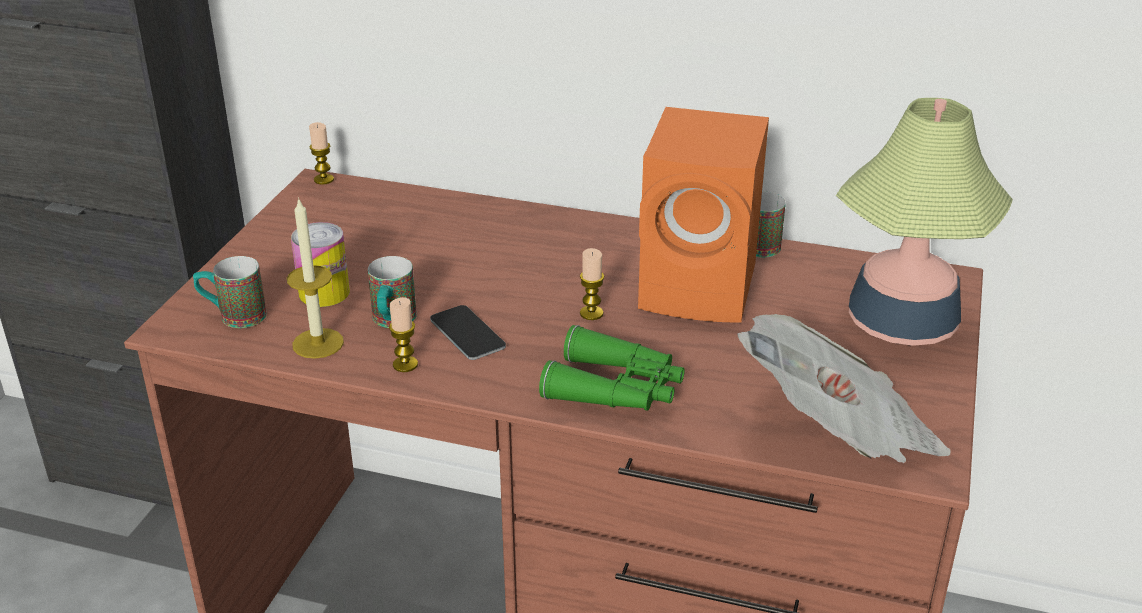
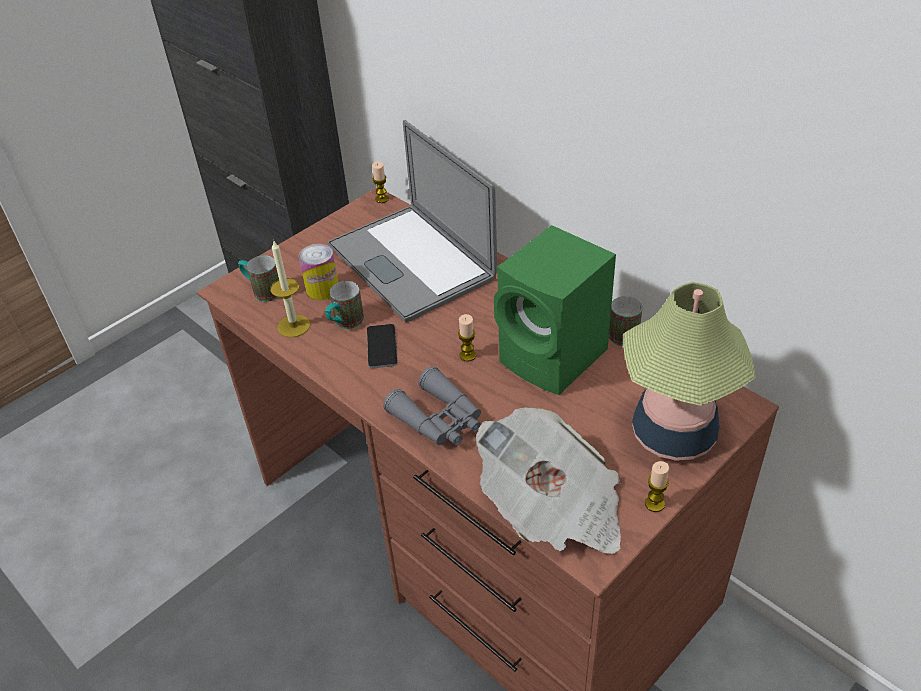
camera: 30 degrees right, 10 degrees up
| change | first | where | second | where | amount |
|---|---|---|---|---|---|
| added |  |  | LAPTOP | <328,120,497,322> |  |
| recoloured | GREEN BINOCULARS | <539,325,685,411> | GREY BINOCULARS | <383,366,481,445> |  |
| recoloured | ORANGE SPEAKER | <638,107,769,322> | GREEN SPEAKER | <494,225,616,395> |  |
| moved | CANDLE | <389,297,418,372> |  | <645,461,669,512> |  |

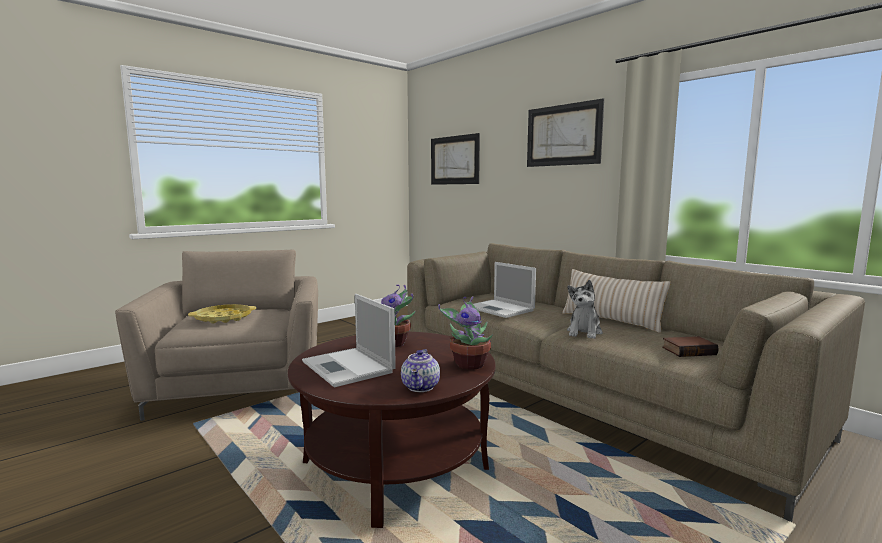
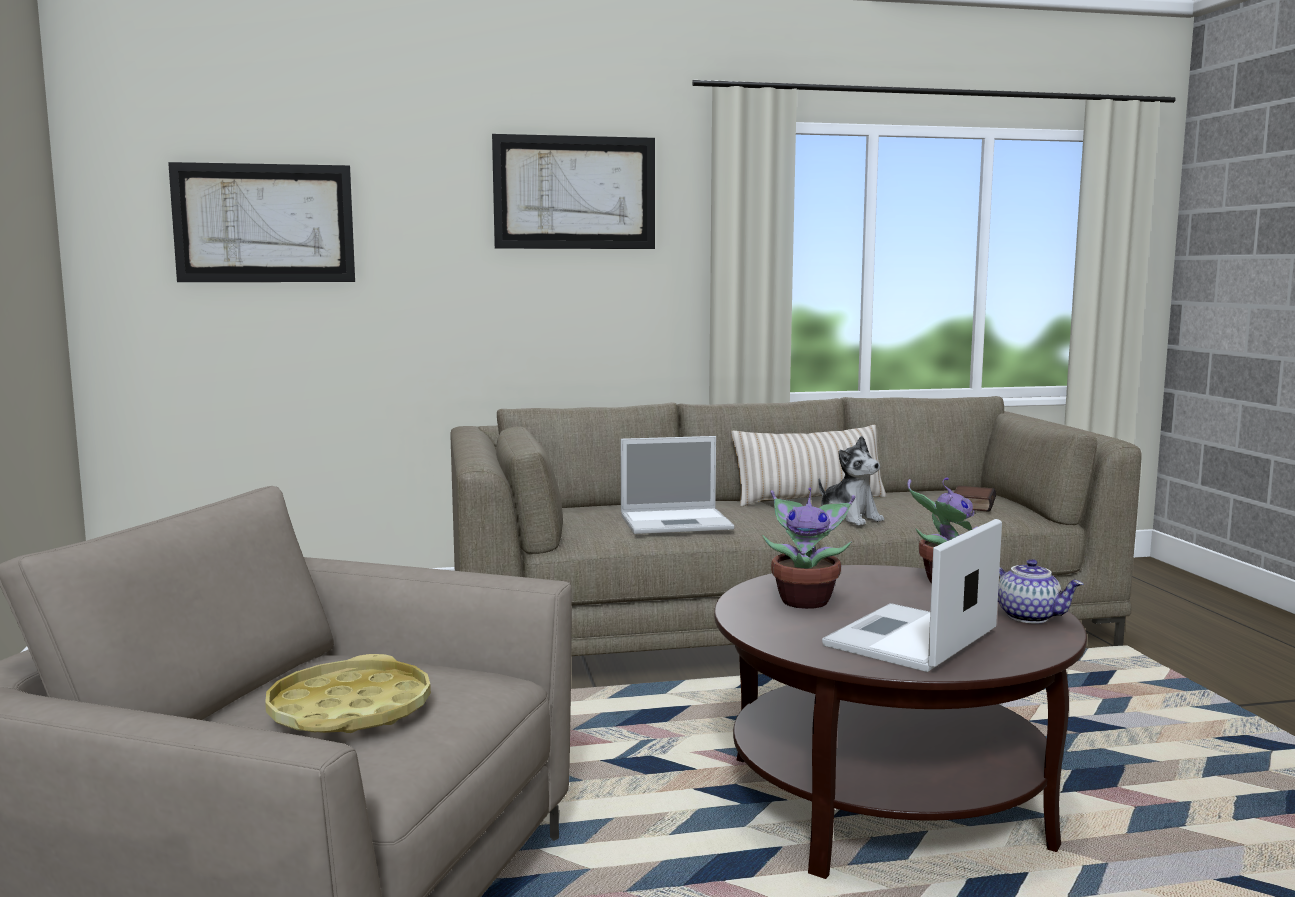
camera: 60 degrees left, 0 degrees up
| change | first | where | second | where | amount |
|---|---|---|---|---|---|
| turned | LAPTOP | <302,294,396,387> |  | <822,519,1002,672> | 135 degrees clockwise |

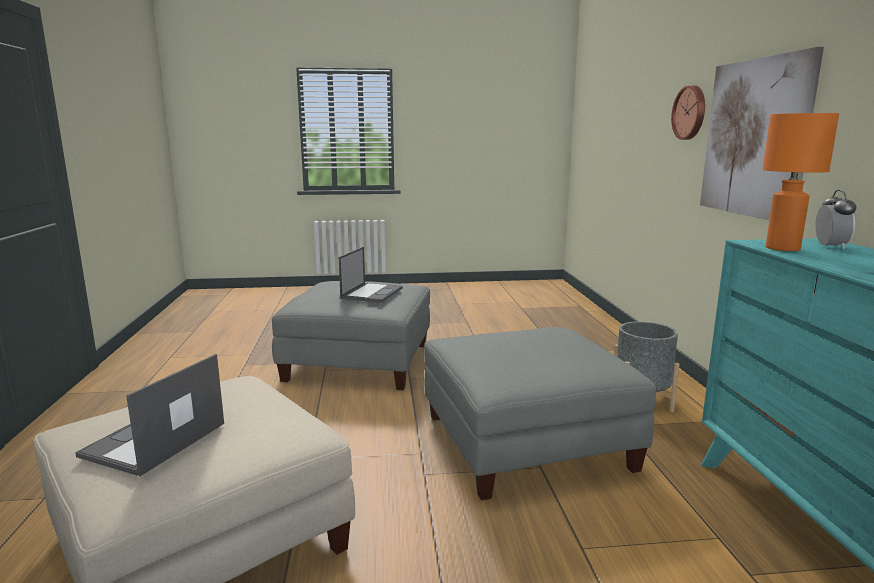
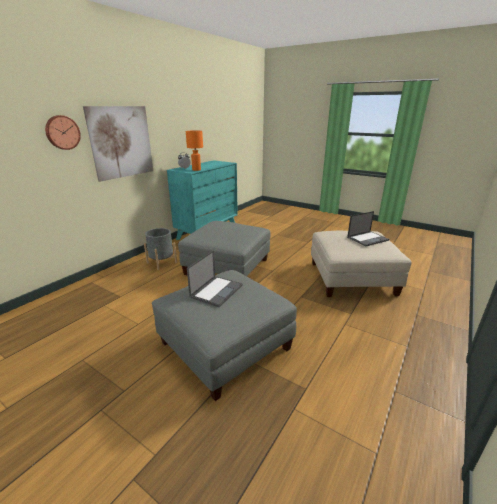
camera: 140 degrees left, 10 degrees up
| change | first | where | second | where | amount |
|---|---|---|---|---|---|
| turned | LAPTOP | <339,247,403,303> |  | <187,250,243,307> | 150 degrees clockwise |

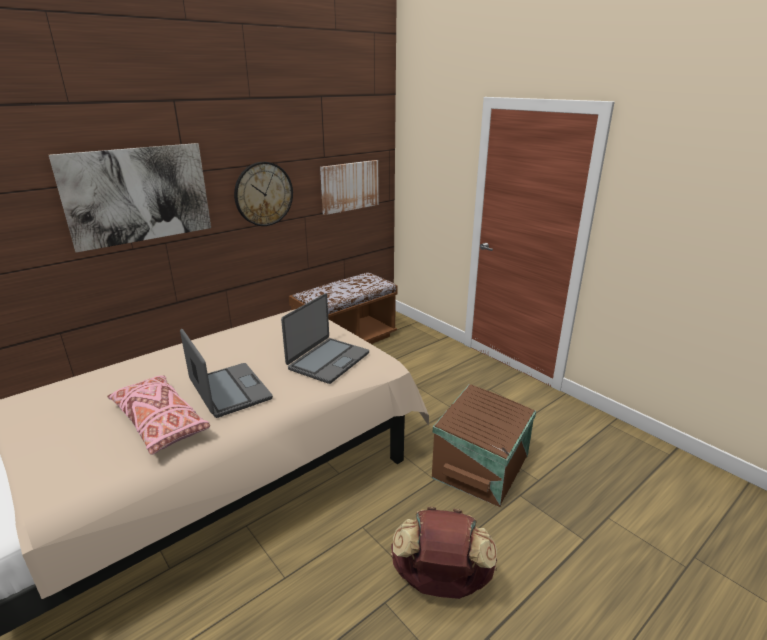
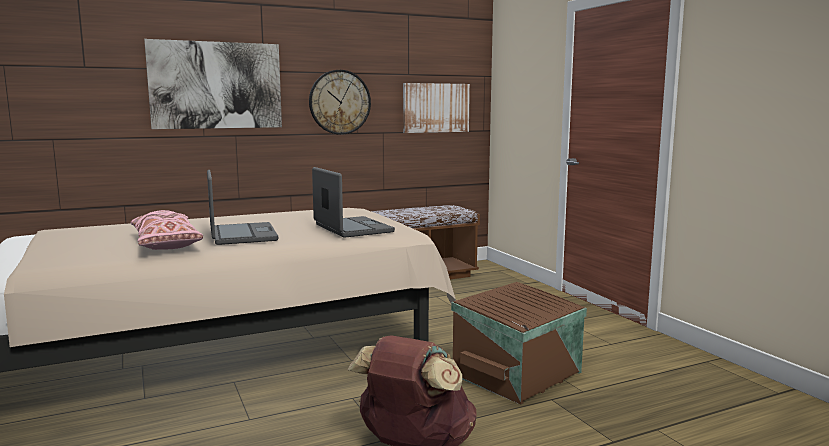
camera: 15 degrees right, 15 degrees down
| change | first | where | second | where | amount |
|---|---|---|---|---|---|
| turned | LAPTOP | <281,293,369,384> |  | <312,167,395,238> | 75 degrees counterclockwise |

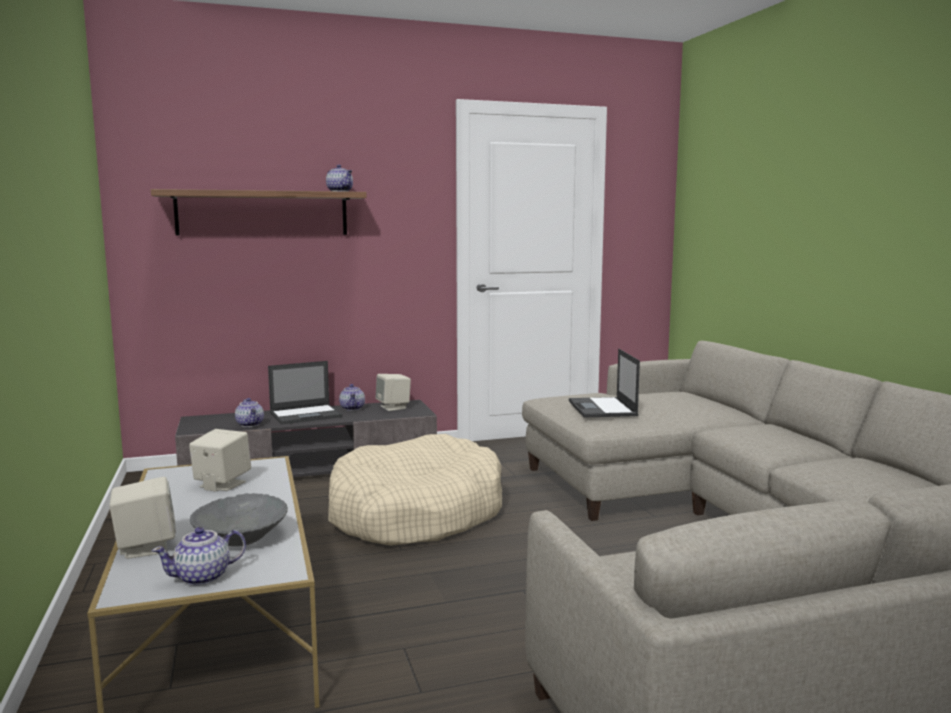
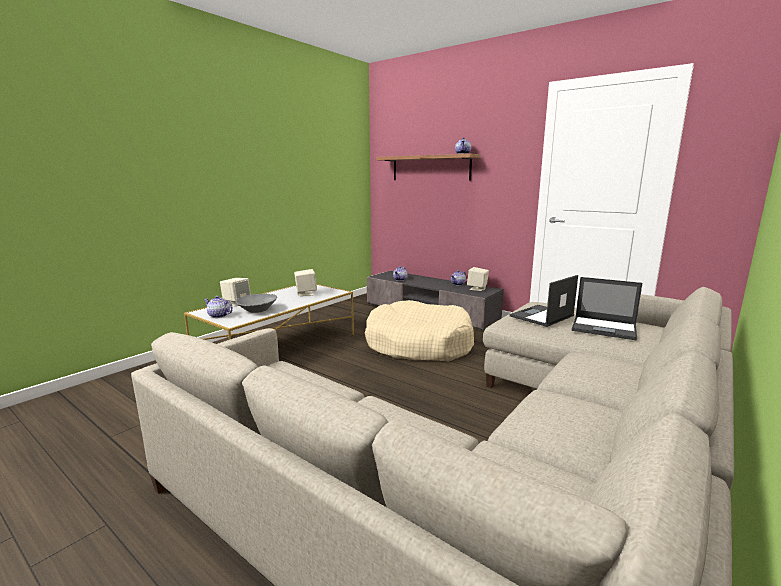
camera: 55 degrees right, 5 degrees up
| change | first | where | second | where | amount |
|---|---|---|---|---|---|
| moved | LAPTOP | <268,361,343,425> |  | <572,277,642,340> |  |

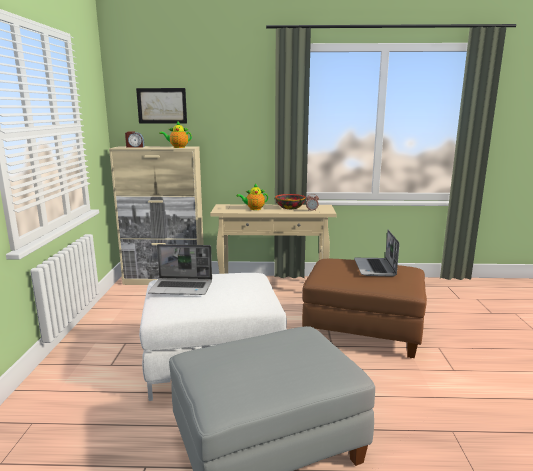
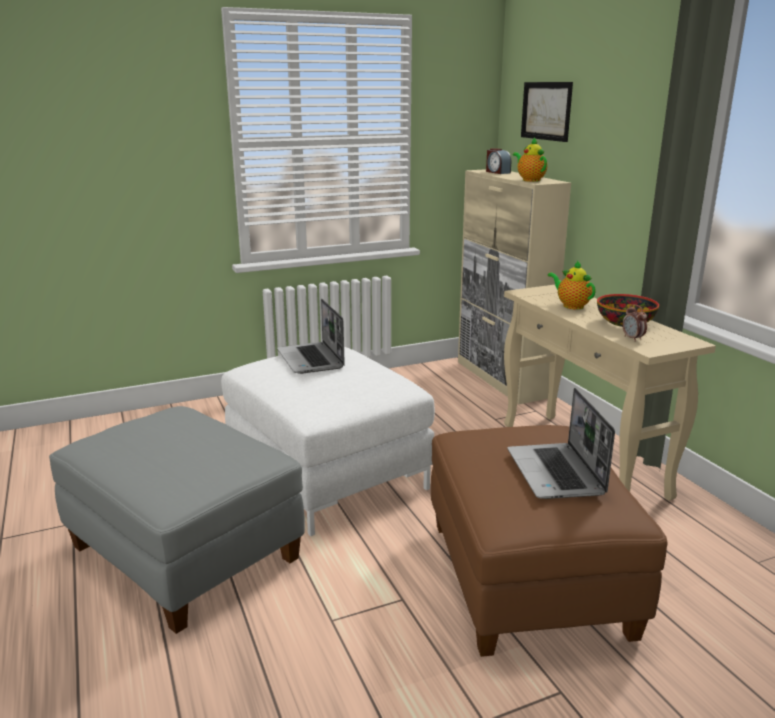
camera: 65 degrees right, 5 degrees up
| change | first | where | second | where | amount |
|---|---|---|---|---|---|
| turned | LAPTOP | <354,230,399,277> |  | <508,388,615,499> | 75 degrees counterclockwise |

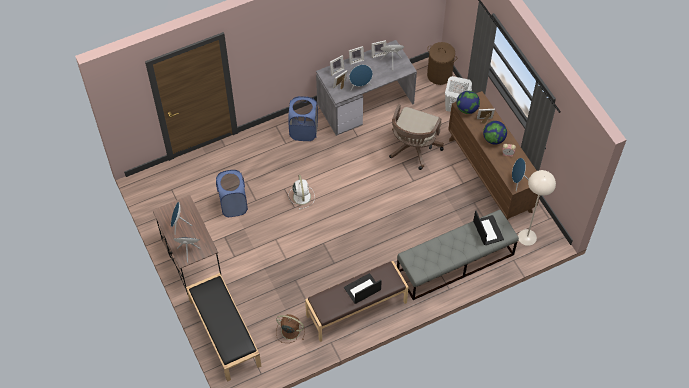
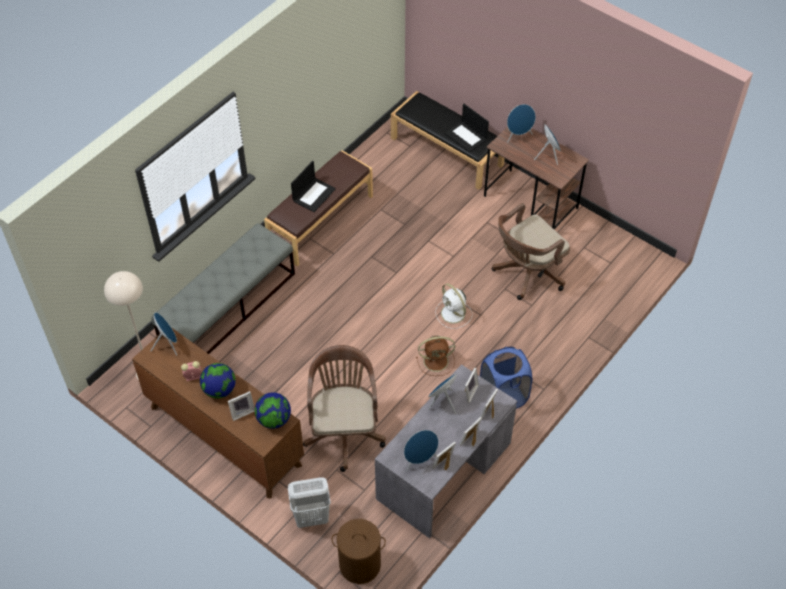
camera: 155 degrees right, 5 degrees down
| change | first | where | second | where | amount |
|---|---|---|---|---|---|
| moved | BROWN FAN | <276,314,305,343> |  | <416,336,455,376> |  |
| moved | LAPTOP | <473,211,504,245> |  | <445,104,489,152> |  |
| replaced | BLUE LAUNDRY BASKET | <216,170,248,217> | BROWN OFFICE CHAIR | <492,203,570,300> |  |

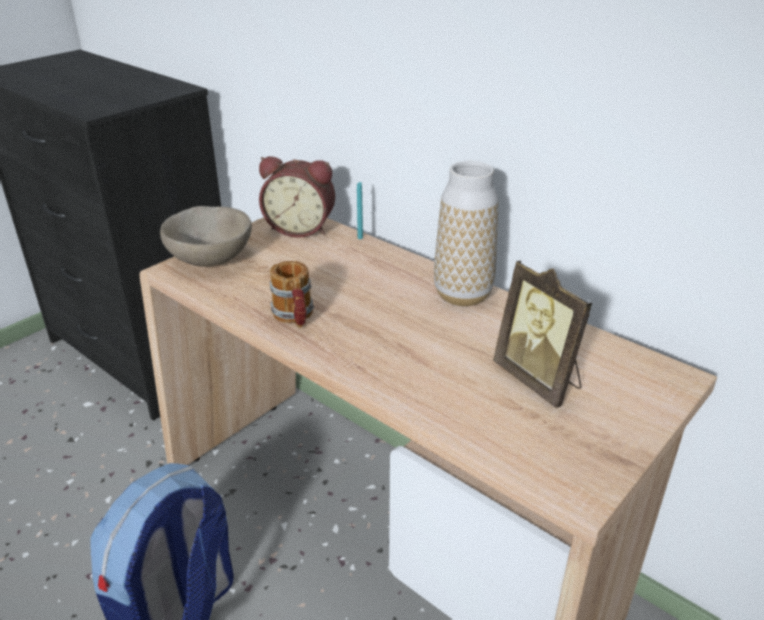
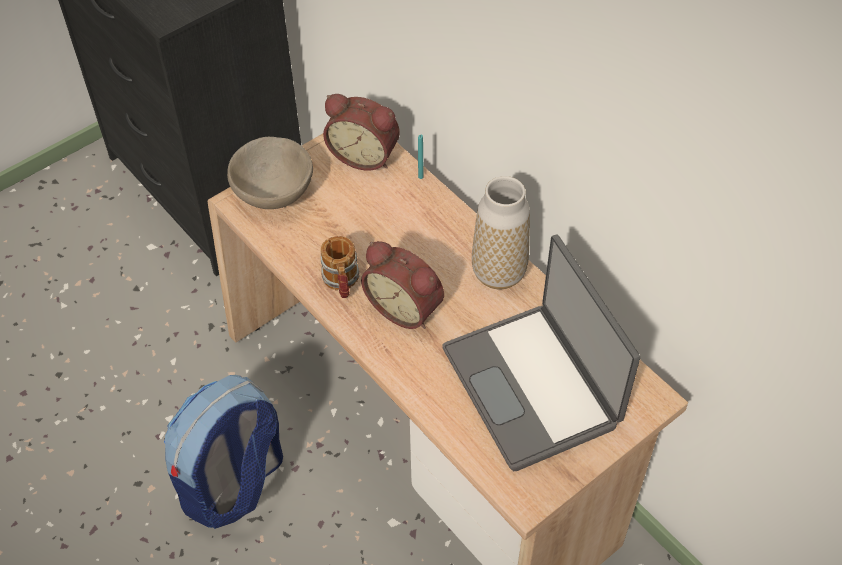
camera: 10 degrees right, 20 degrees up
| change | first | where | second | where | amount |
|---|---|---|---|---|---|
| added |  |  | ALARM CLOCK | <361,241,444,329> |  |
| replaced | PICTURE FRAME | <493,260,592,408> | LAPTOP | <442,235,640,471> |  |

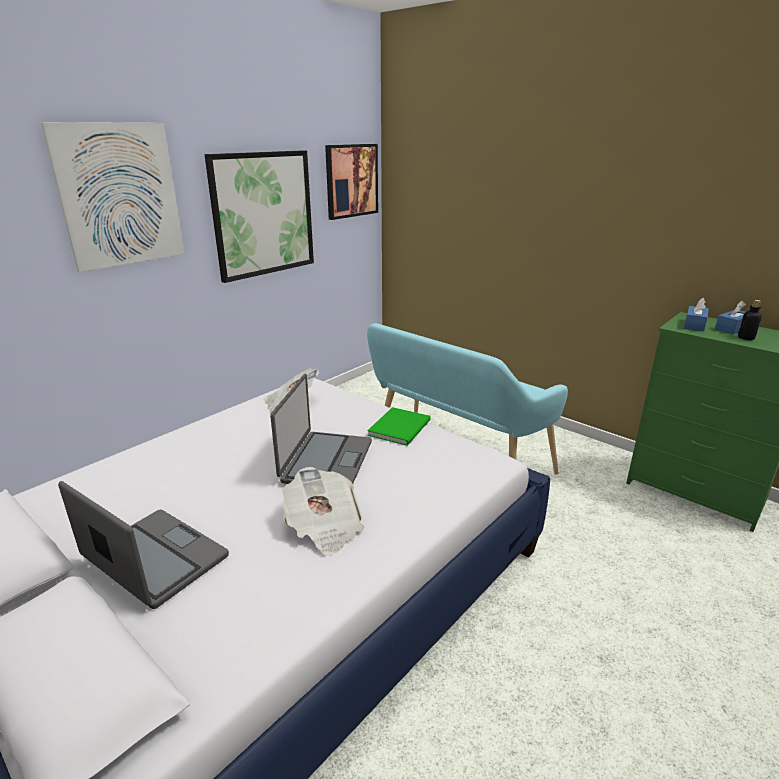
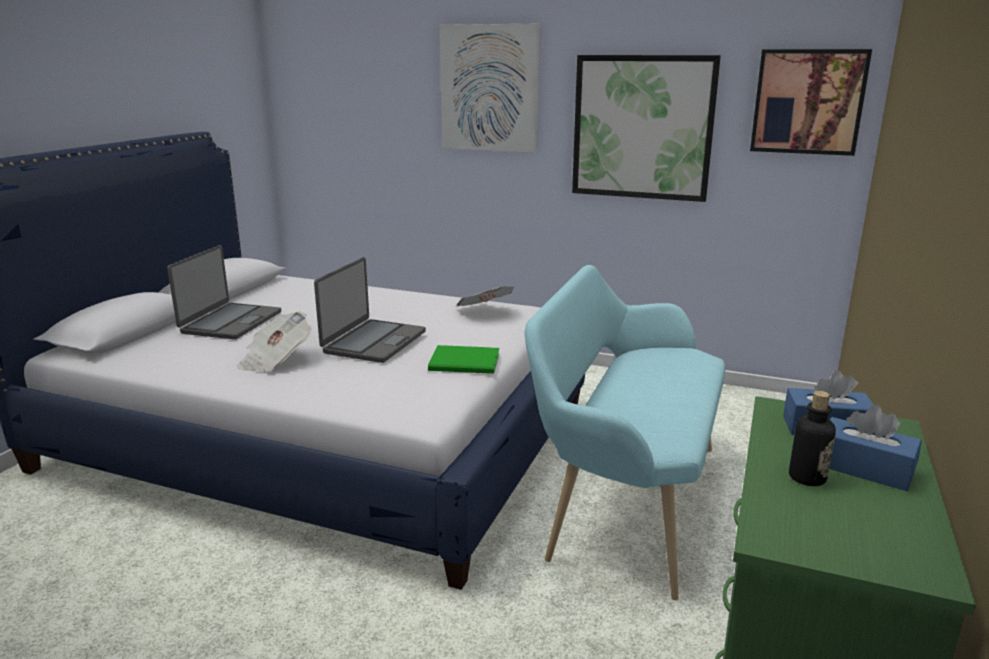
camera: 70 degrees right, 5 degrees down
| change | first | where | second | where | amount |
|---|---|---|---|---|---|
| turned | LAPTOP | <270,374,372,484> |  | <314,257,426,363> | 60 degrees counterclockwise |

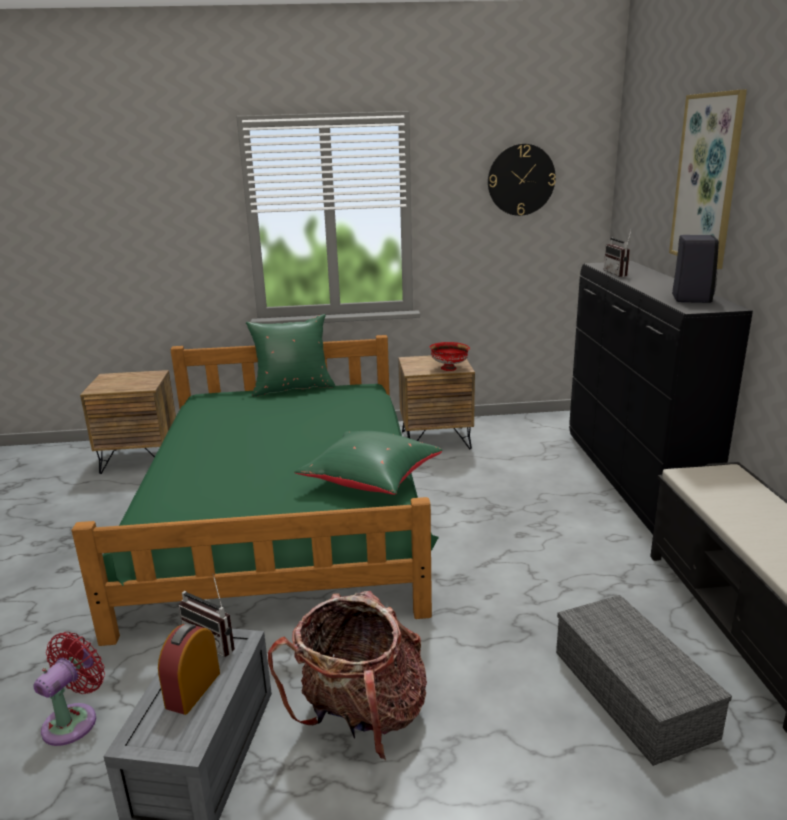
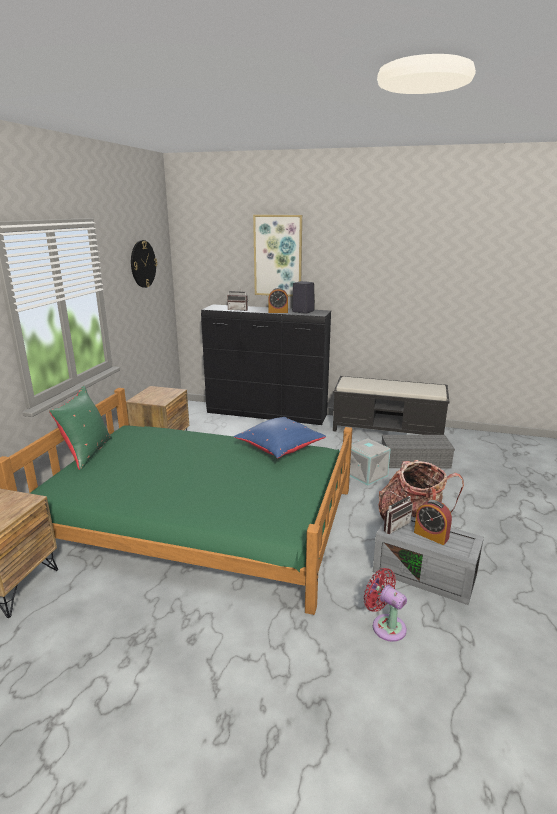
camera: 70 degrees left, 0 degrees up
| change | first | where | second | where | amount |
|---|---|---|---|---|---|
| recoloured | GREEN PILLOW | <294,431,442,495> | BLUE PILLOW | <234,417,326,458> |  |
| added |  |  | ALARM CLOCK | <268,288,288,313> |  |
| added |  |  | GREY STORAGE BOX | <350,438,391,485> |  |
| removed | RED BOWL | <430,342,470,371> |  |  |  |

